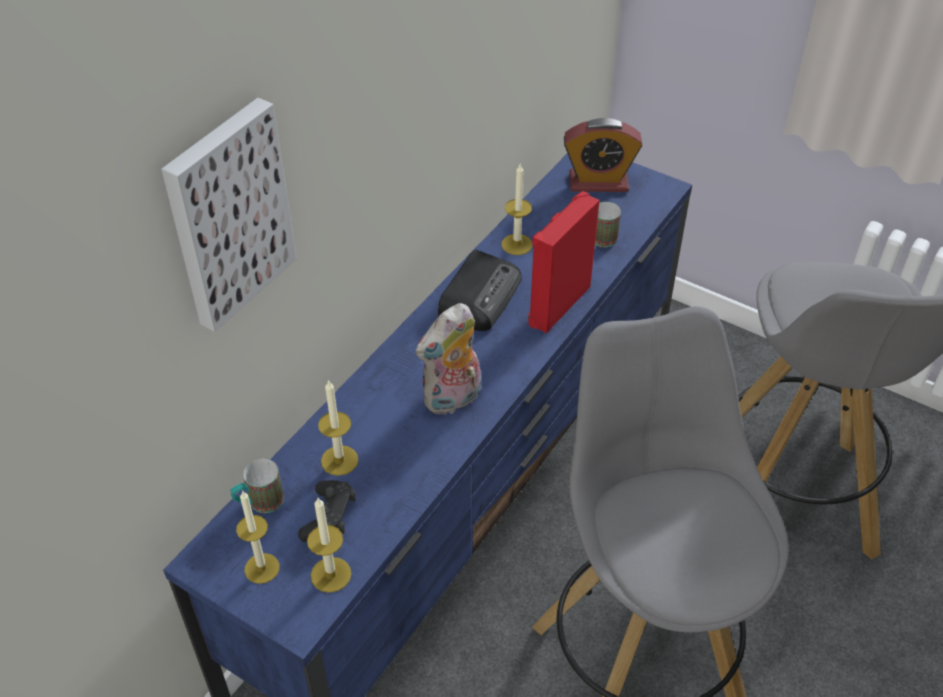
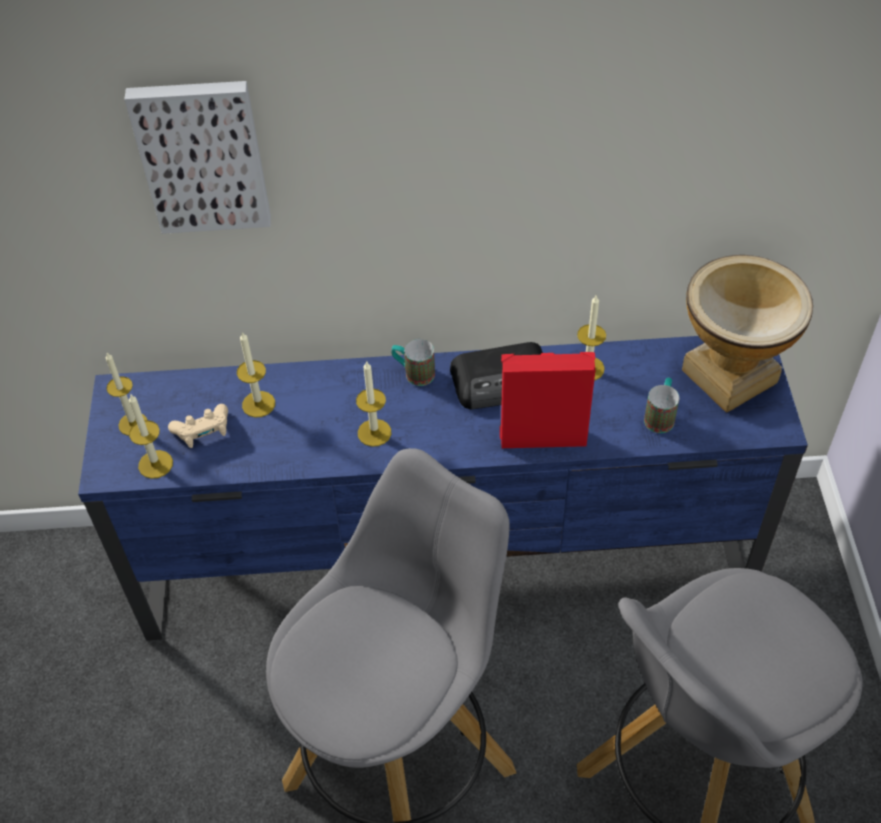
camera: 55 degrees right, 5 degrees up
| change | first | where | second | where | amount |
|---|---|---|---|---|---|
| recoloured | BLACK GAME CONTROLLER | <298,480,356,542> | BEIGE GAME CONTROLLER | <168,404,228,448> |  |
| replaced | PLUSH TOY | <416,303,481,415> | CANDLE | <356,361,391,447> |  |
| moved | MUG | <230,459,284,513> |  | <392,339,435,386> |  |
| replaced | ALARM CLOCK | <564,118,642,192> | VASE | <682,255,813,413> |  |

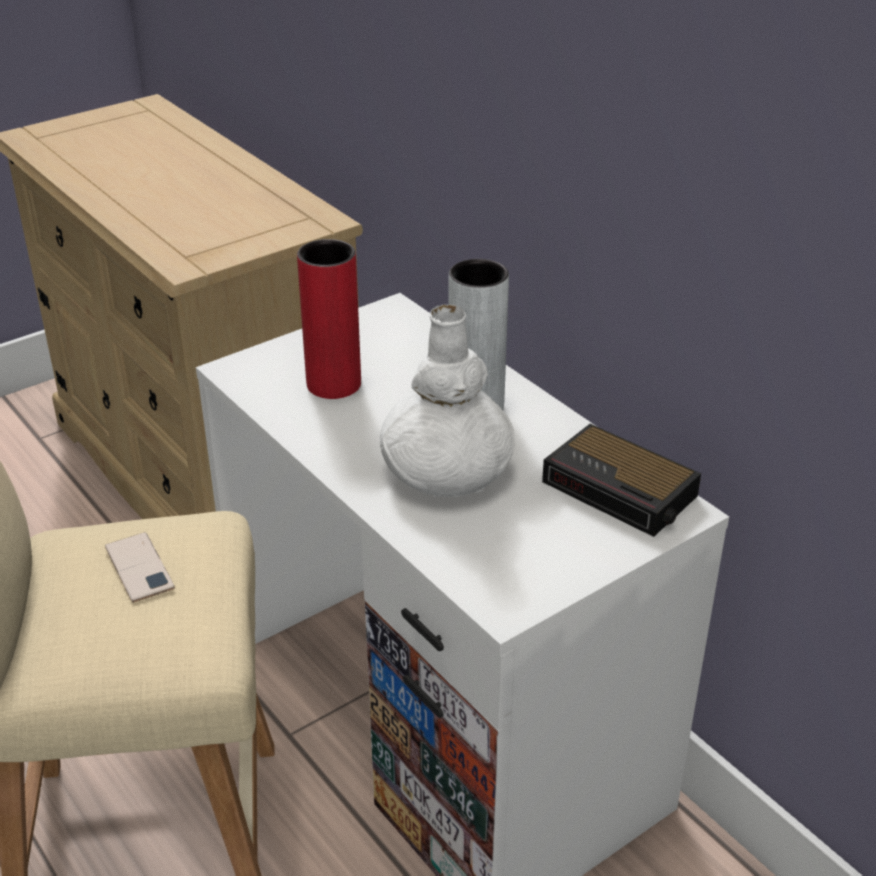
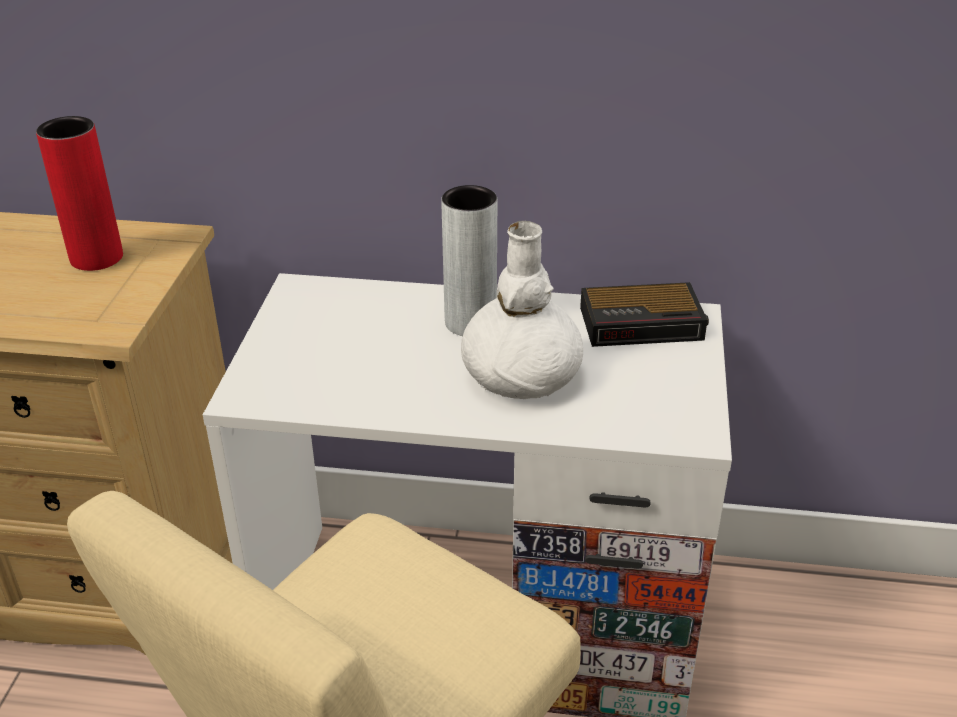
camera: 45 degrees left, 0 degrees up
| change | first | where | second | where | amount |
|---|---|---|---|---|---|
| moved | RED VASE | <297,239,361,399> |  | <36,116,123,271> |  |
| removed | PHONE | <105,532,175,603> |  |  |  |

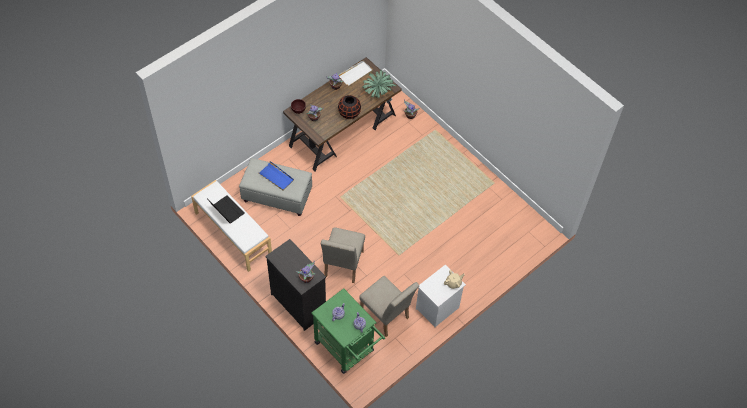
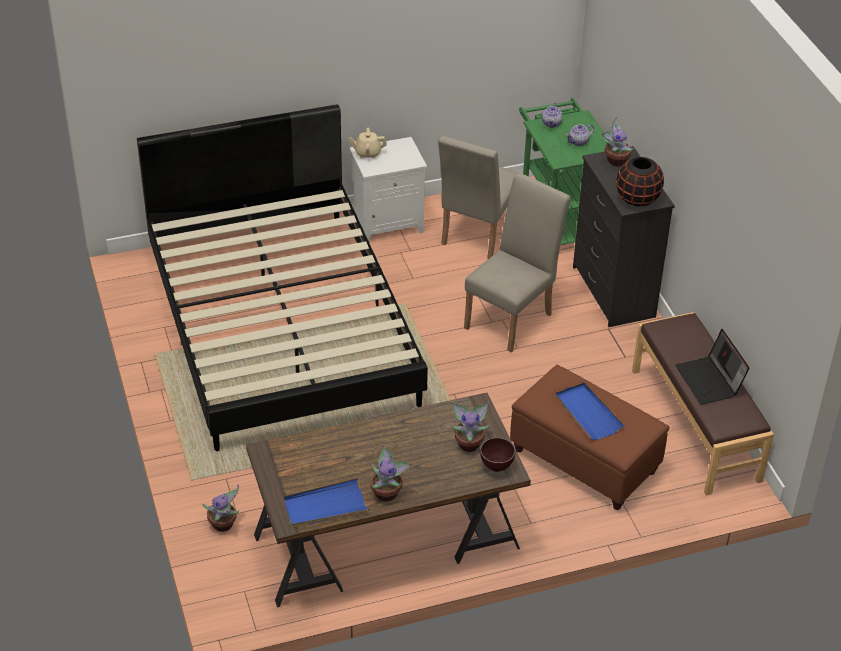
camera: 155 degrees left, 15 degrees down
| change | first | where | second | where | amount |
|---|---|---|---|---|---|
| added |  |  | BLACK BED | <137,104,428,451> |  |
| recoloured | WHITE TRAY | <339,61,373,86> | BLUE TRAY | <283,477,369,528> |  |
| turned | BEIGE CHAIR | <359,276,419,337> |  | <438,136,518,259> | 135 degrees counterclockwise |
| recoloured | GREY OTTOMAN | <239,158,312,216> | BROWN OTTOMAN | <510,365,670,510> |  |
| moved | BLACK VASE | <338,95,361,119> |  | <616,157,664,207> |  |
| recoloured | WHITE BENCH | <191,180,272,272> | BROWN BENCH | <632,312,774,496> |  |
| removed | POTTED PLANT | <362,70,396,98> |  |  |  |

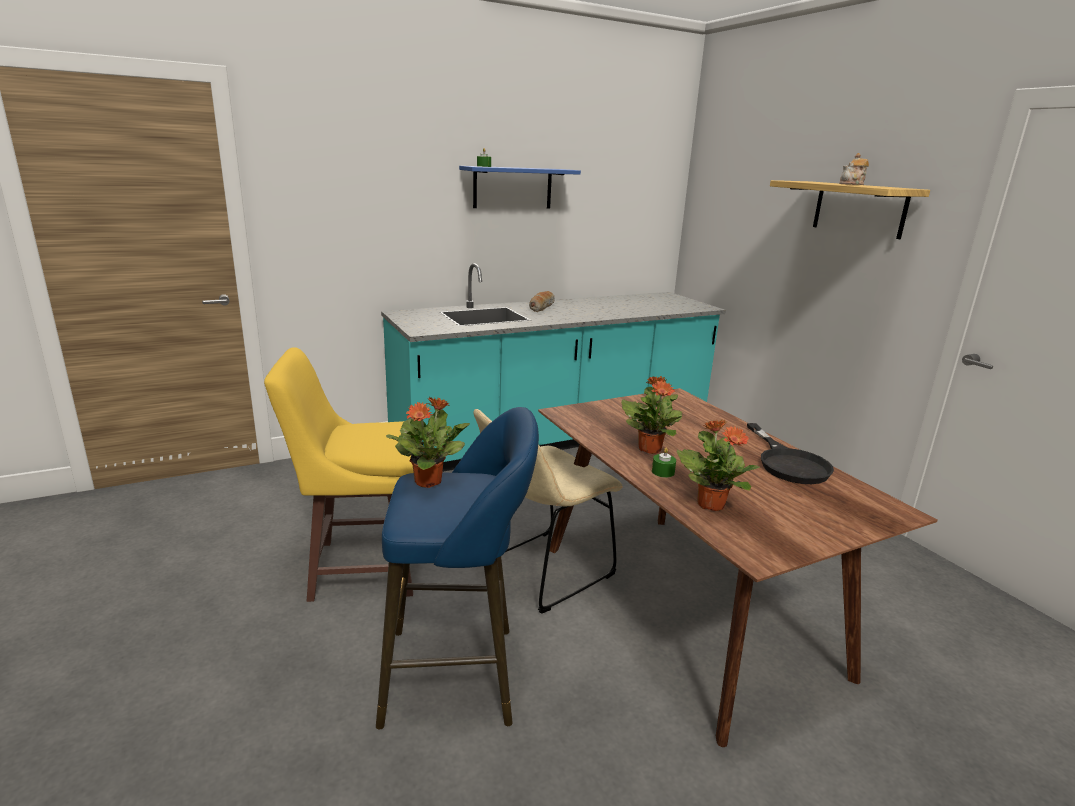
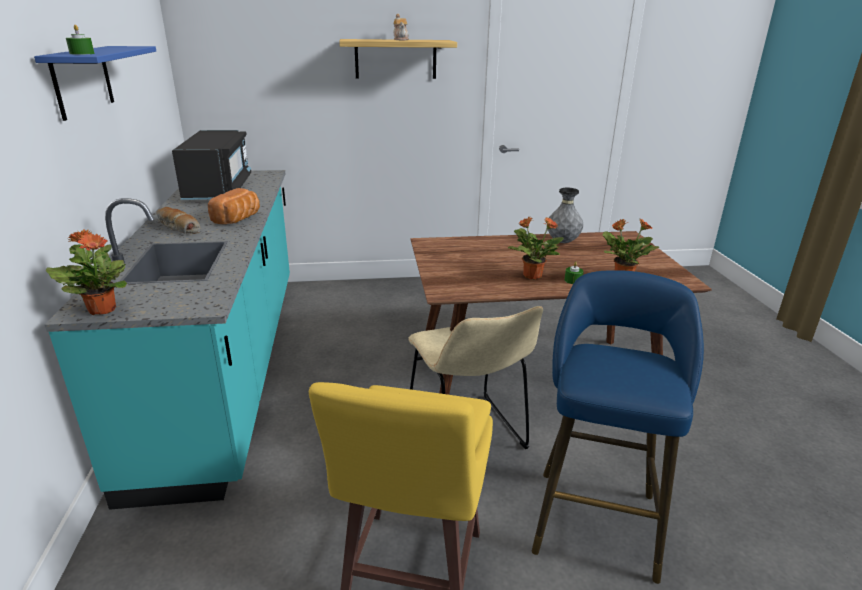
camera: 70 degrees left, 5 degrees up
| change | first | where | second | where | amount |
|---|---|---|---|---|---|
| moved | POTTED PLANT | <386,397,470,488> |  | <46,229,127,315> |  |
| added |  |  | BLACK MICROWAVE | <172,130,251,200> |  |
| added |  |  | BREAD | <208,188,260,224> |  |
| replaced | BLACK FRYING PAN | <747,423,834,484> | GREY VASE | <548,188,583,243> |  |

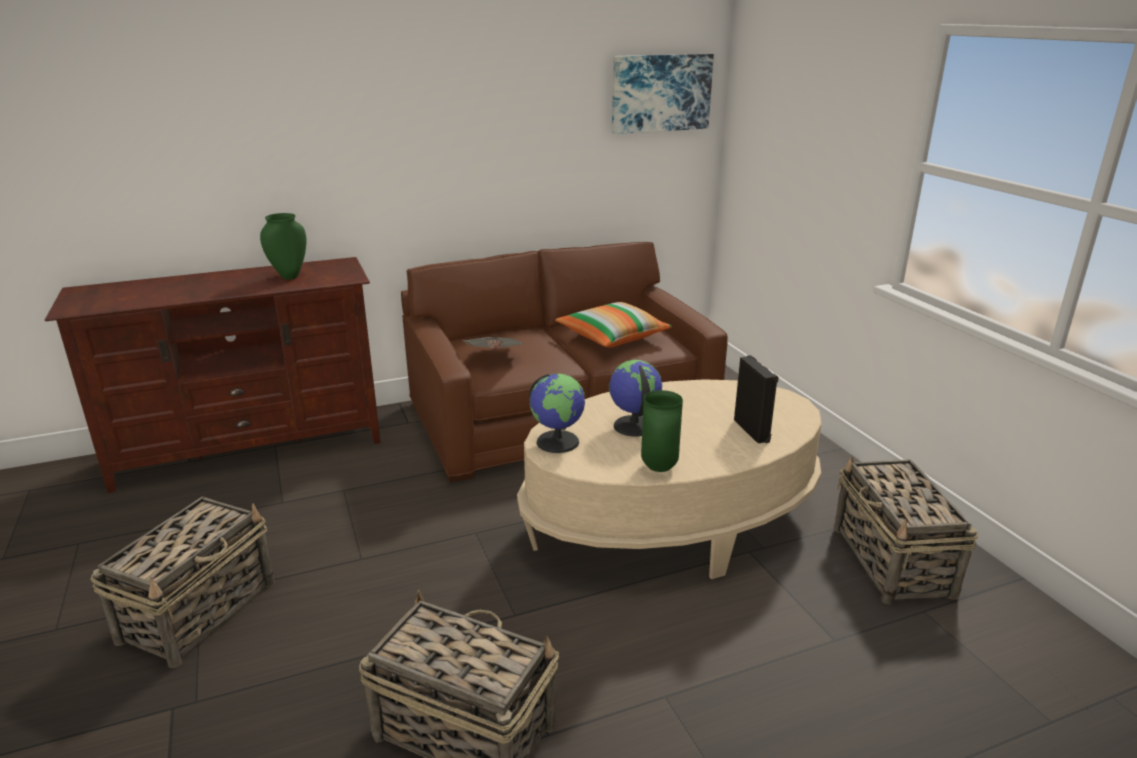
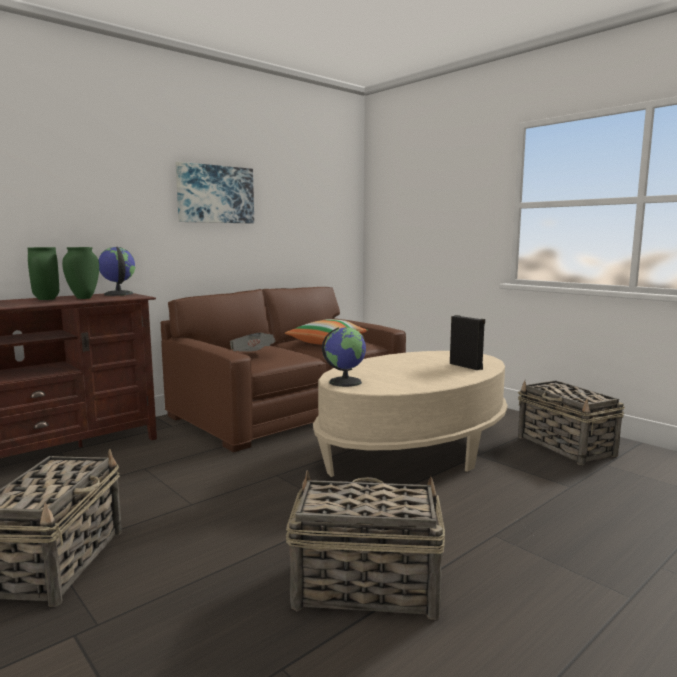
camera: 20 degrees left, 15 degrees down
| change | first | where | second | where | amount |
|---|---|---|---|---|---|
| moved | GREEN VASE | <641,390,683,472> |  | <27,247,59,300> |  |
| moved | GLOBE | <609,360,662,437> |  | <98,247,135,296> |  |
| moved | PICTURE | <612,54,714,134> |  | <176,162,254,223> |  |

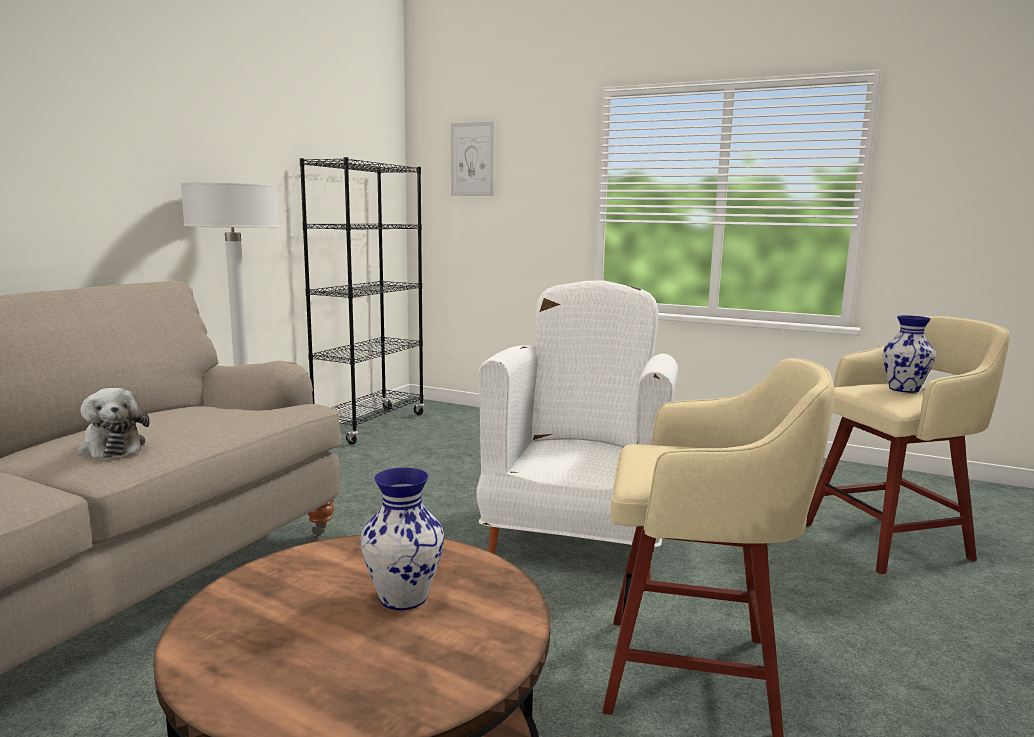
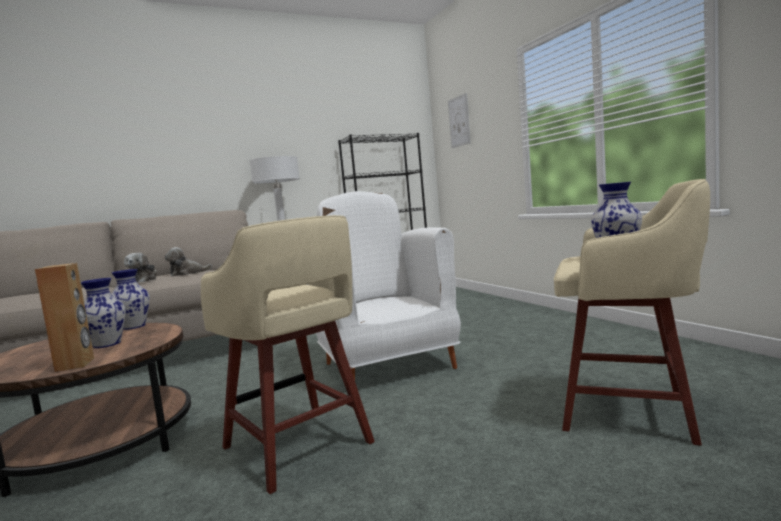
camera: 40 degrees right, 5 degrees down
| change | first | where | second | where | amount |
|---|---|---|---|---|---|
| added |  |  | BROWN SPEAKER | <35,263,94,372> |  |
| added |  |  | VASE | <112,269,150,330> |  |
| added |  |  | PLUSH TOY | <165,247,212,276> |  |
| turned | WHITE ARMCHAIR | <476,280,678,580> |  | <316,191,461,380> | 75 degrees counterclockwise |

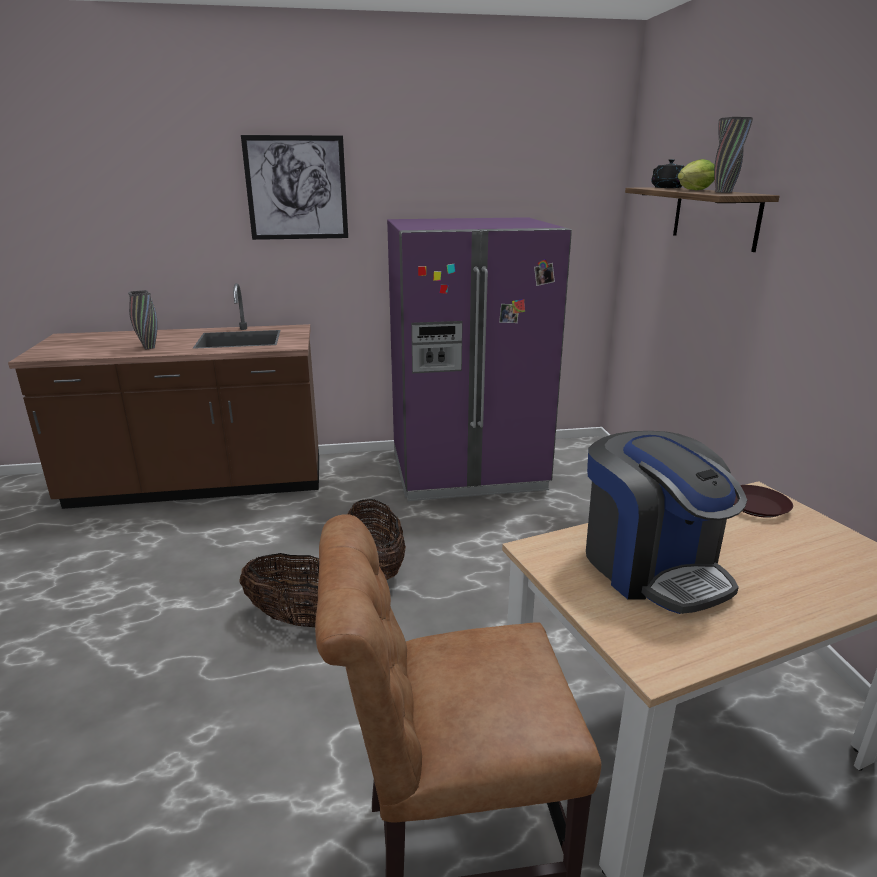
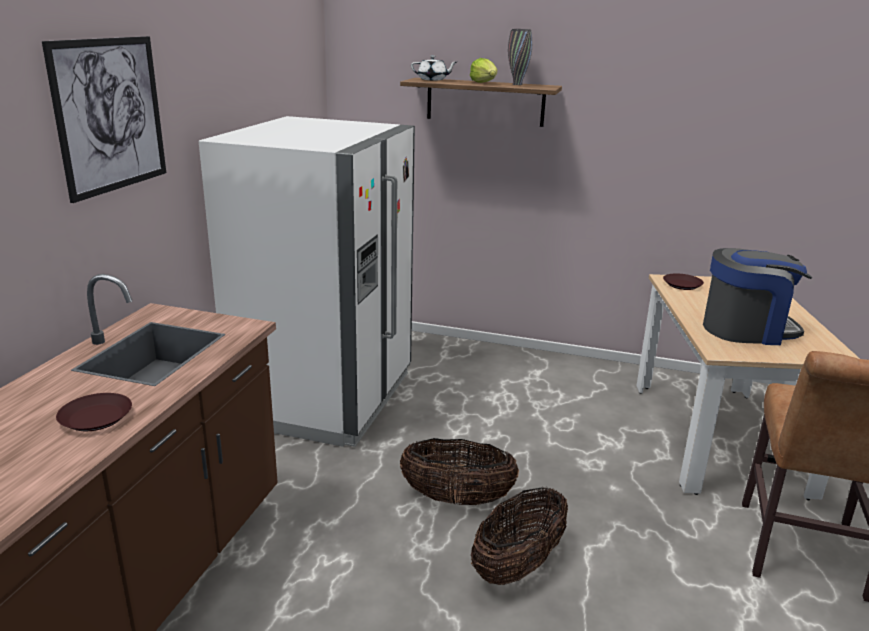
camera: 65 degrees left, 0 degrees up
| change | first | where | second | where | amount |
|---|---|---|---|---|---|
| replaced | GREY VASE | <128,290,158,350> | BROWN PLATE | <56,393,132,431> |  |
| recoloured | PURPLE FRIDGE | <387,217,572,501> | WHITE FRIDGE | <199,116,415,447> |  |
| recoloured | BLACK TEAPOT | <651,159,684,188> | WHITE TEAPOT | <411,56,456,80> |  |

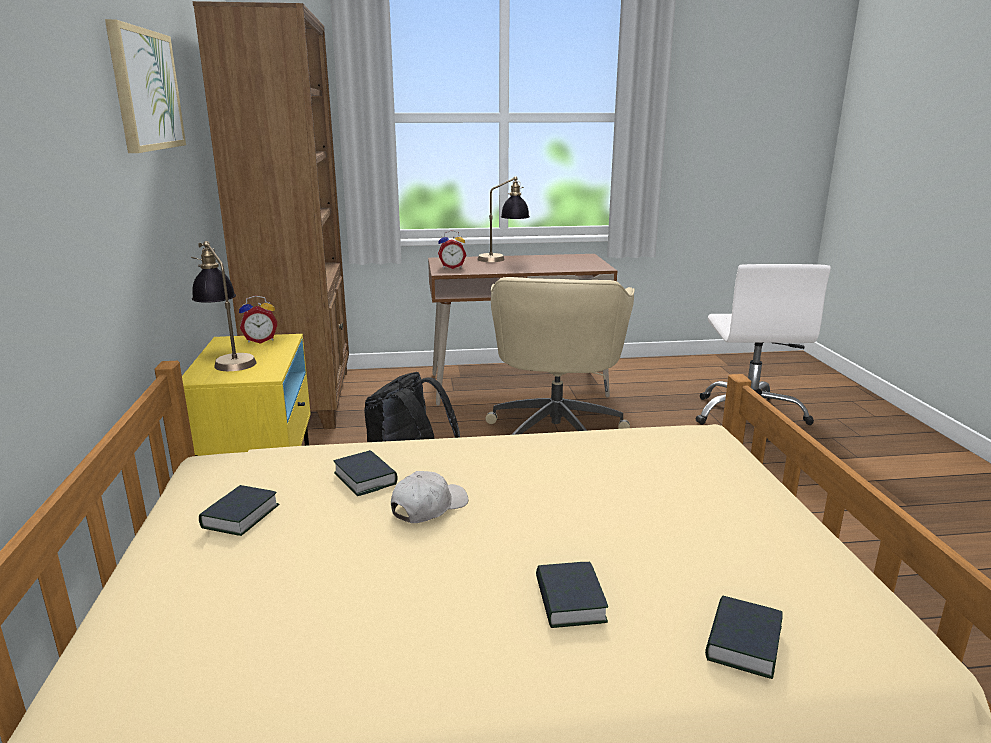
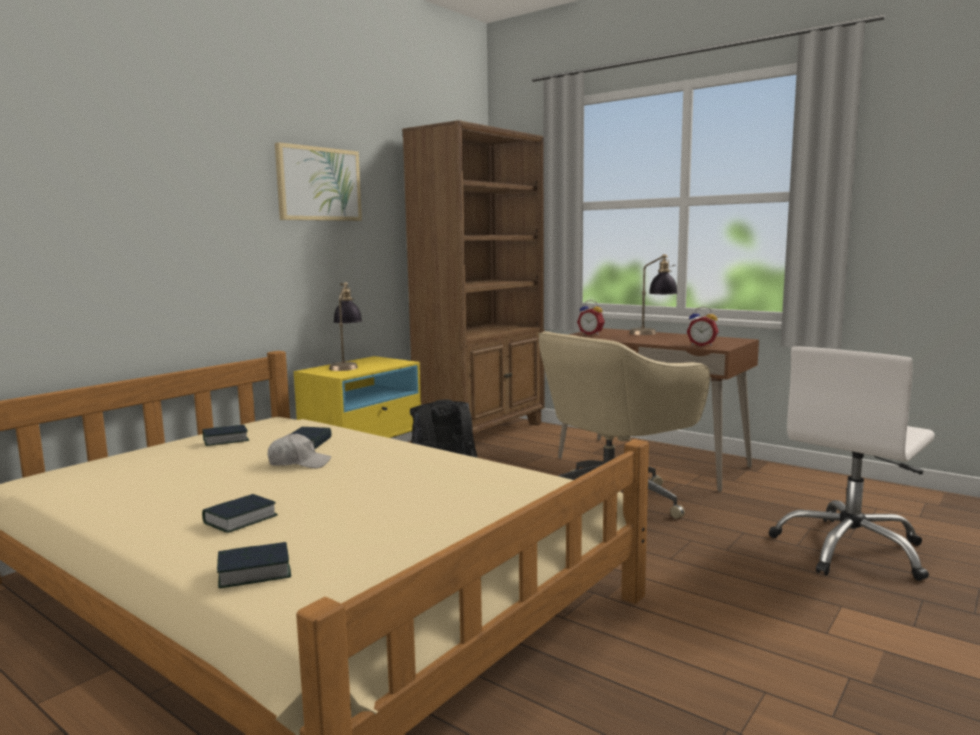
camera: 45 degrees right, 10 degrees down
| change | first | where | second | where | amount |
|---|---|---|---|---|---|
| moved | ALARM CLOCK | <239,295,277,344> |  | <687,307,719,346> |  |

